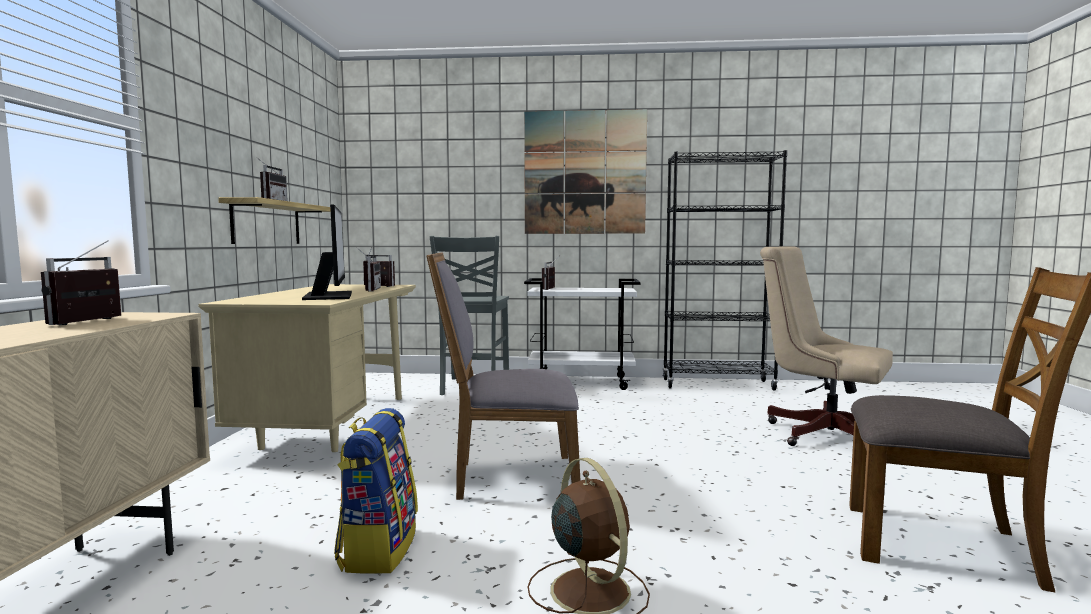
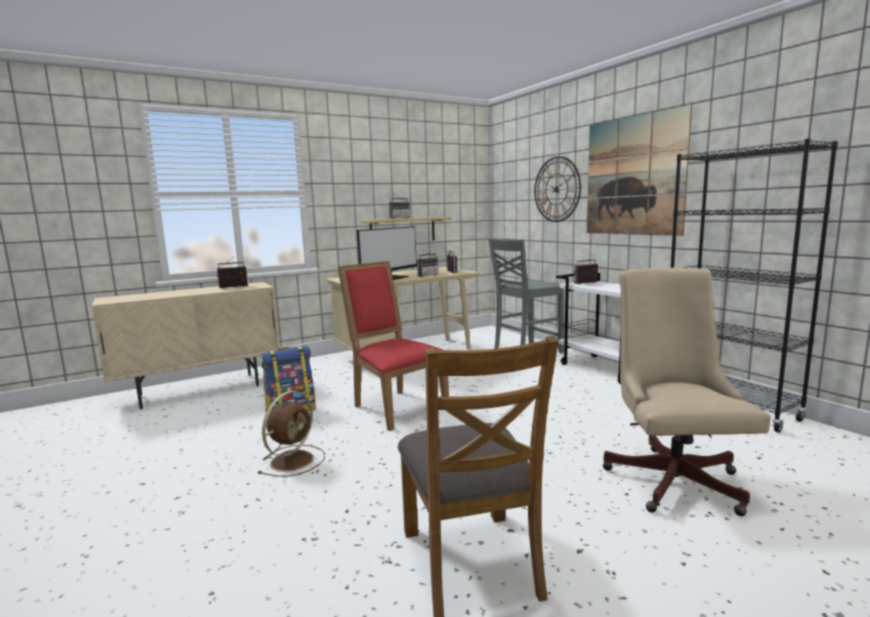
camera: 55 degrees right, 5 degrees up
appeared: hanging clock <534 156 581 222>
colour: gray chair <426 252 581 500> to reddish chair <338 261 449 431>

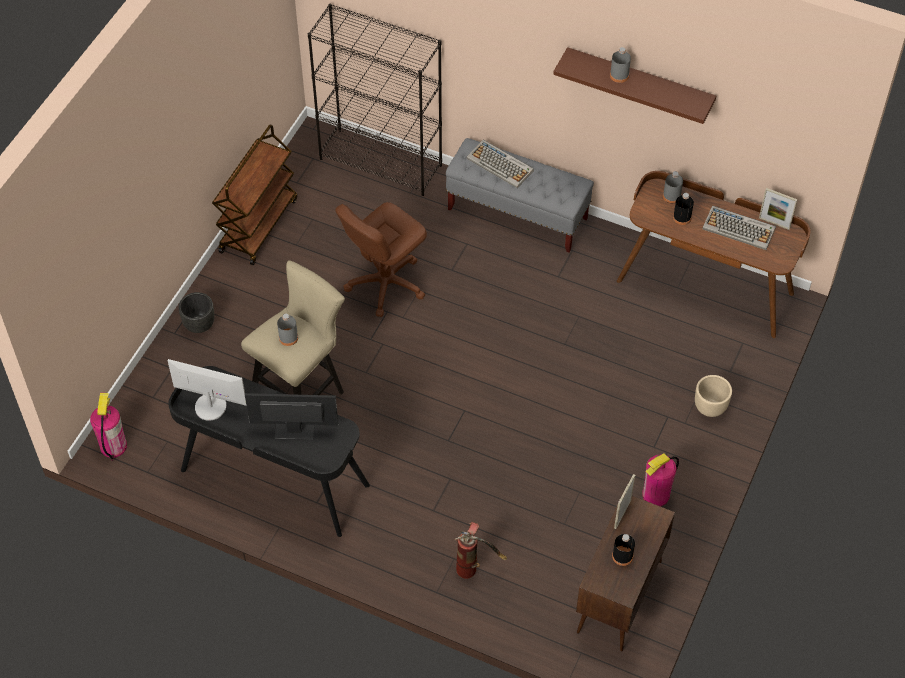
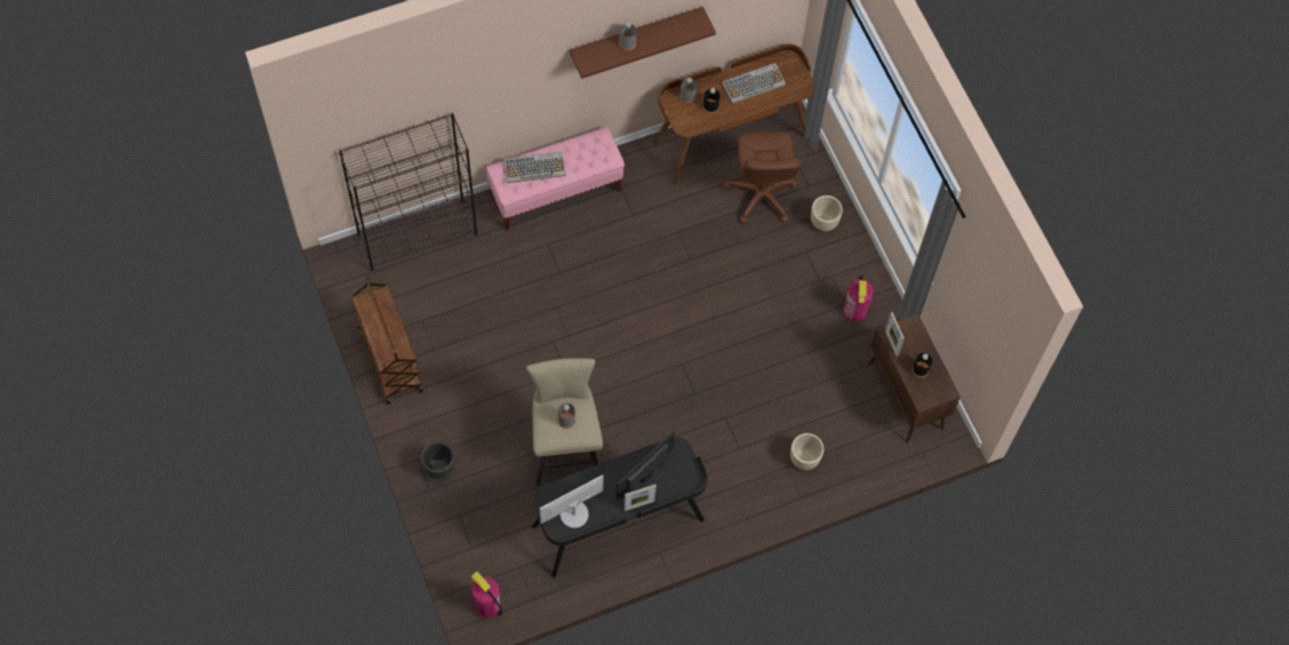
camera: 50 degrees left, 10 degrees up
relocated: brown-coloured office chair <335 202 427 317> to <724 132 801 224>; photo frame <759 188 798 230> to <624 484 656 511>
exchanged: fire extinguisher <455 522 507 579> to beige plant pot <790 433 824 470>
colour: gray long seat <446 138 594 253> to pink long seat <486 127 625 230>

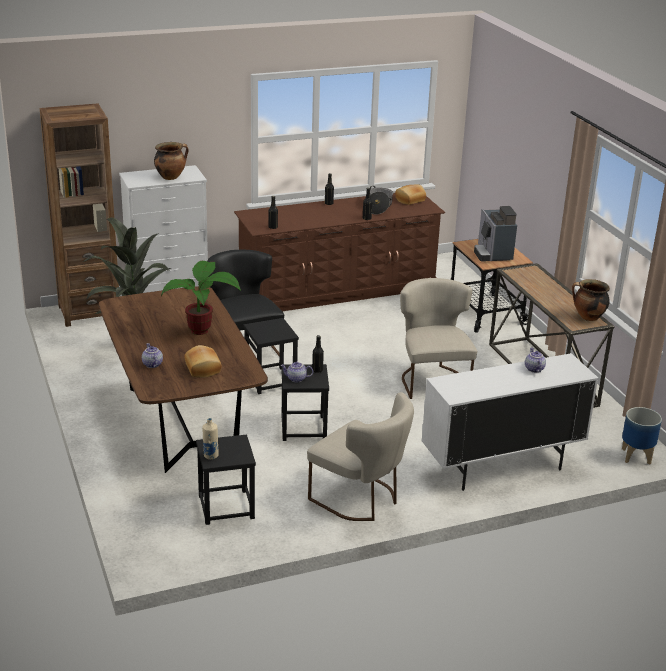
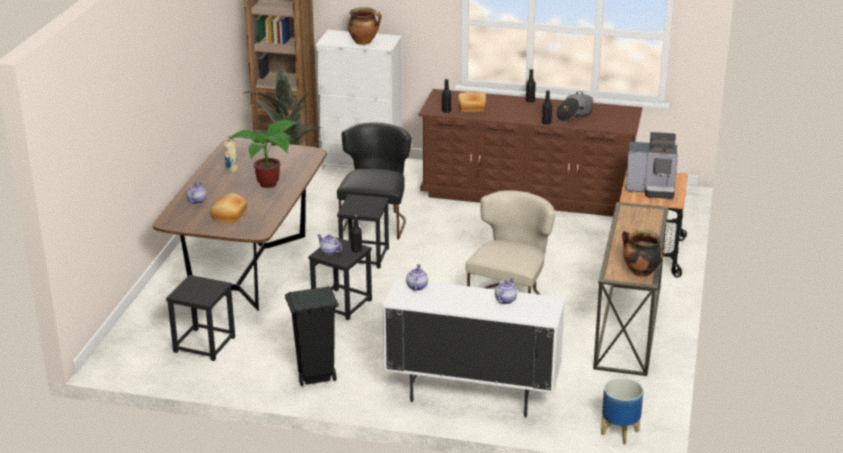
camera: 35 degrees right, 0 degrees up
appeared: teapot <406 264 428 291>
relocated: beige drink bottle <202 418 219 459> to <223 136 239 173>; baked bread <395 185 426 205> to <457 91 487 112>
exchanged: beige chair <307 392 414 521> to black trash can <285 286 339 386>
spun: coffee machine <474 206 517 262> = <625 132 678 199> 105 degrees counterclockwise

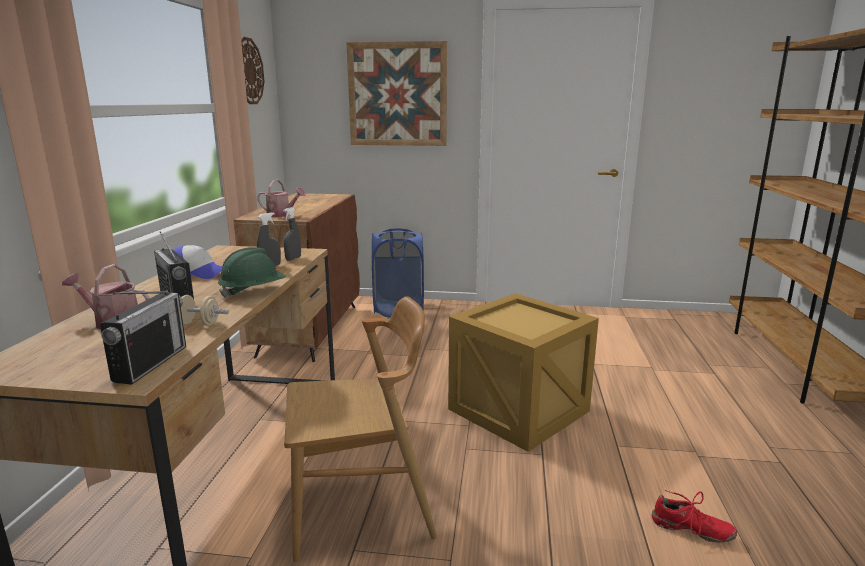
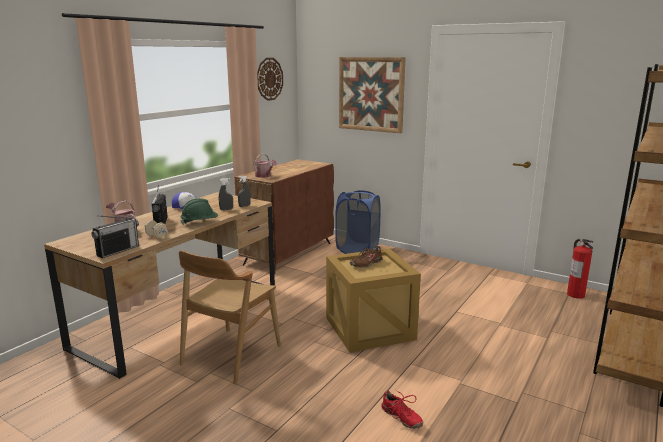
camera: 25 degrees right, 0 degrees up
appeared: brown-coloured item of footwear <350 246 383 268>; fire extinguisher <567 239 593 299>
spun: brown-coloured chair <284 296 437 563> = <179 250 281 385> 105 degrees clockwise

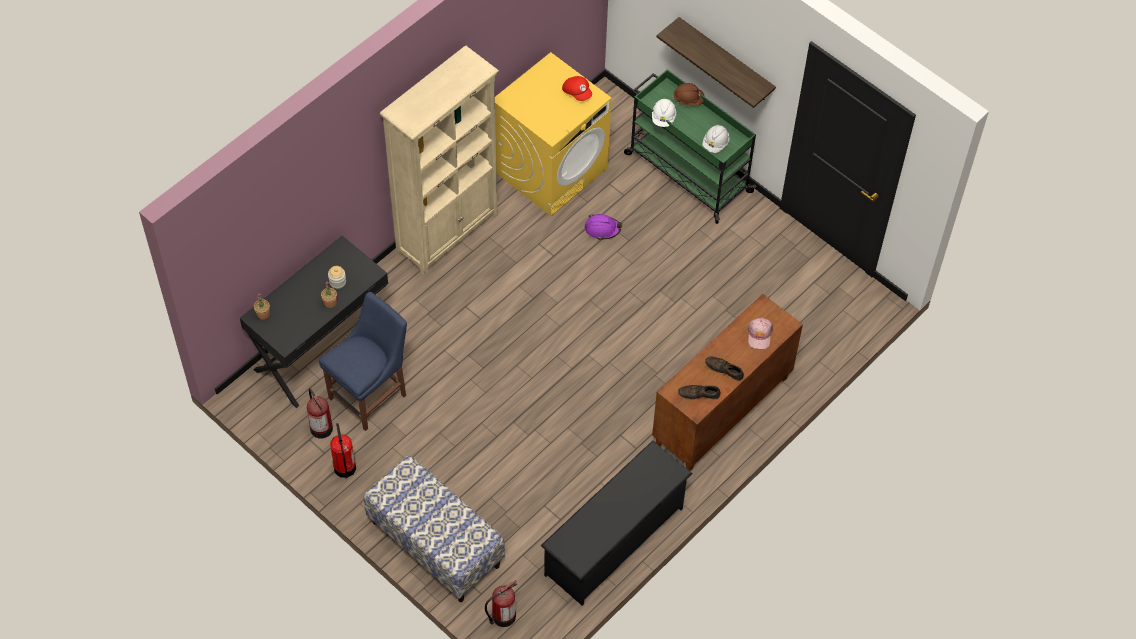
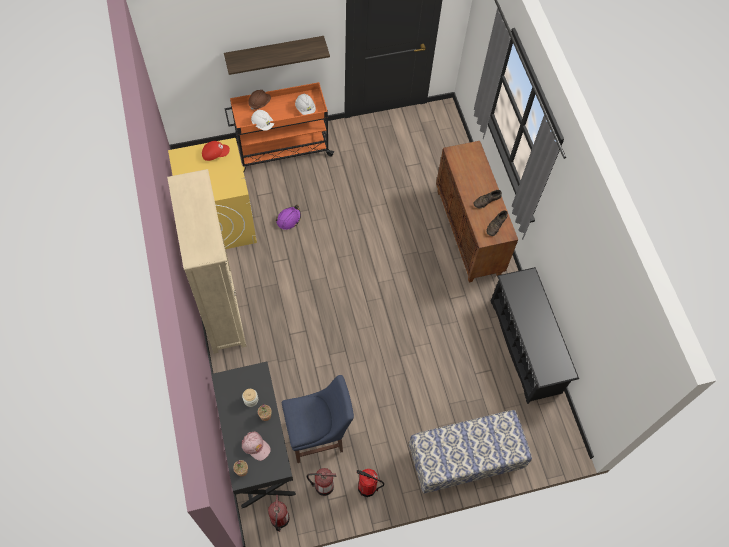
camera: 60 degrees left, 5 degrees up
relocated: fire extinguisher <485 580 517 627> to <268 495 289 532>; pink cap <747 317 773 349> to <242 431 271 461>
colour: green-coloured cart <624 69 756 224> to orange-coloured cart <224 82 334 172>
spun: blue chair <319 292 407 431> = <282 375 354 463> 90 degrees clockwise

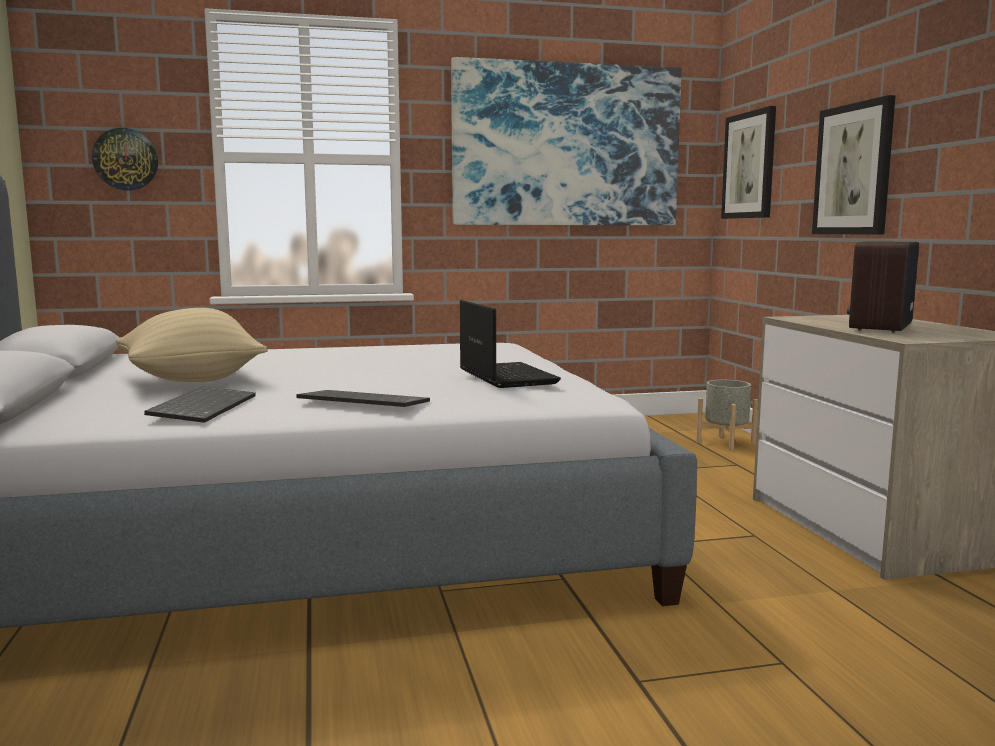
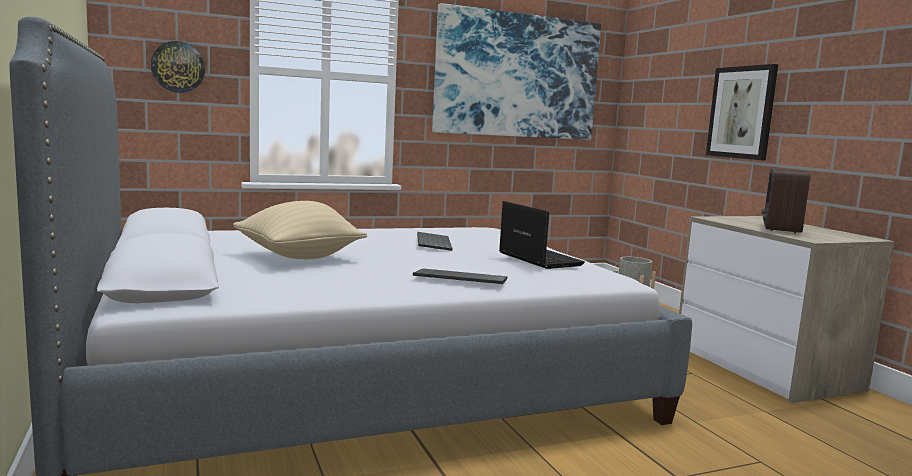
camera: 10 degrees left, 0 degrees up
missing: picture <721 106 776 219>
relocated: computer keyboard <144 386 256 423> to <417 232 453 251>

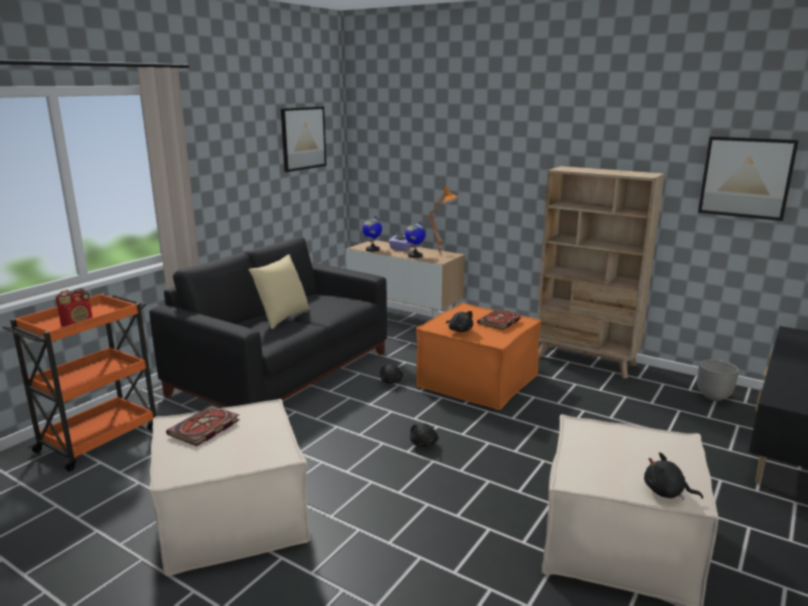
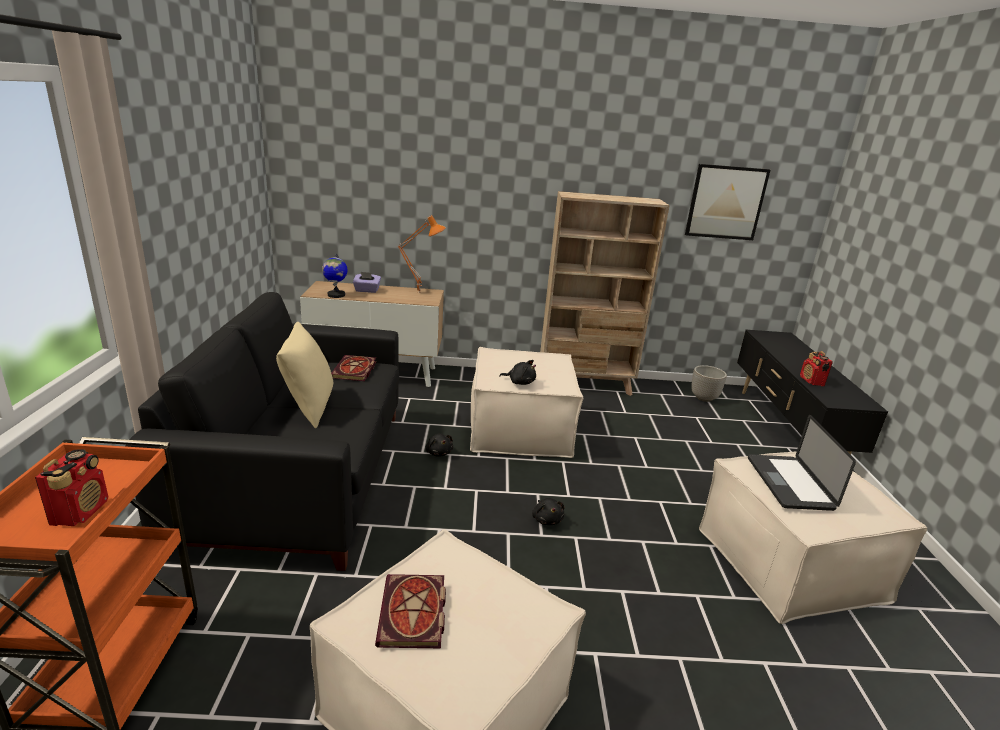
camera: 35 degrees left, 5 degrees up
missing: picture <281 106 326 172>; desk globe <405 221 426 258>; black cuddly toy <644 452 703 500>
appeared: laptop <748 415 856 511>; radio receiver <800 351 833 386>
relocated: volume <477 309 522 330> to <331 355 376 381>
colour: orange-coloured ottoman <416 303 541 410> to beige ottoman <470 347 583 458>

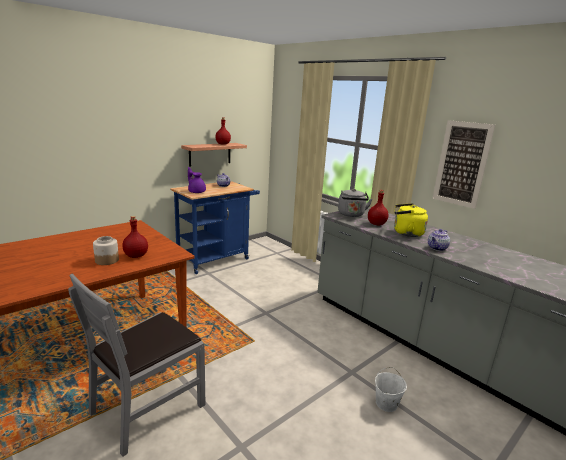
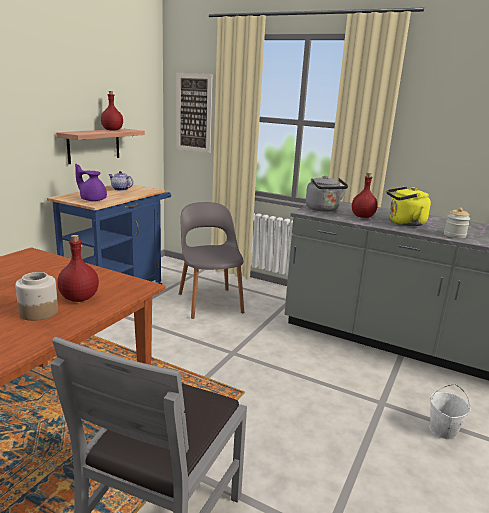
camera: 20 degrees left, 0 degrees up
appeared: gray chair <179 202 244 319>
relocated: picture <432 120 495 209> to <176 73 212 153>
exchanged: teapot <428 229 450 251> to storage jar <444 208 470 238>

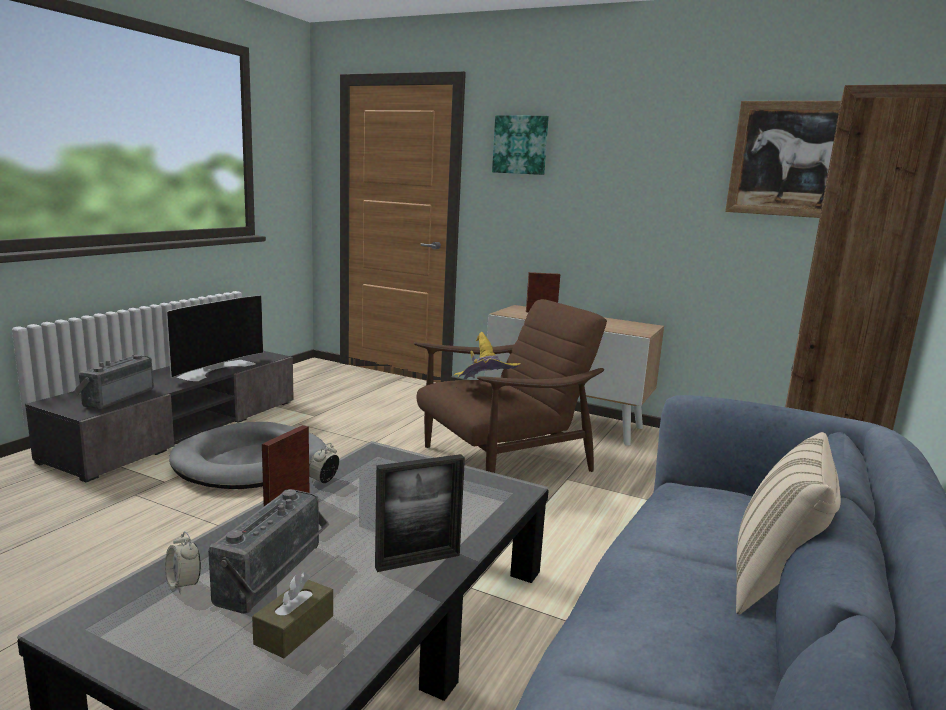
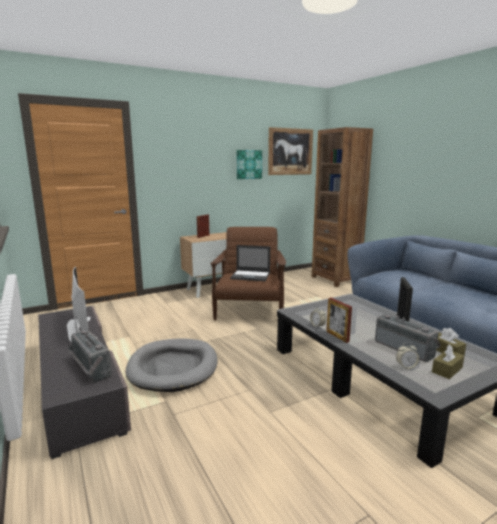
camera: 55 degrees left, 0 degrees up
missing: beige throw pillow <736 432 841 615>
appeared: brown-coloured tissue holder <432 344 464 379>
relocated: picture <492 115 549 175> to <237 150 262 179>
exchanged: yellow wearable hat <453 332 521 379> to laptop <230 245 270 281>

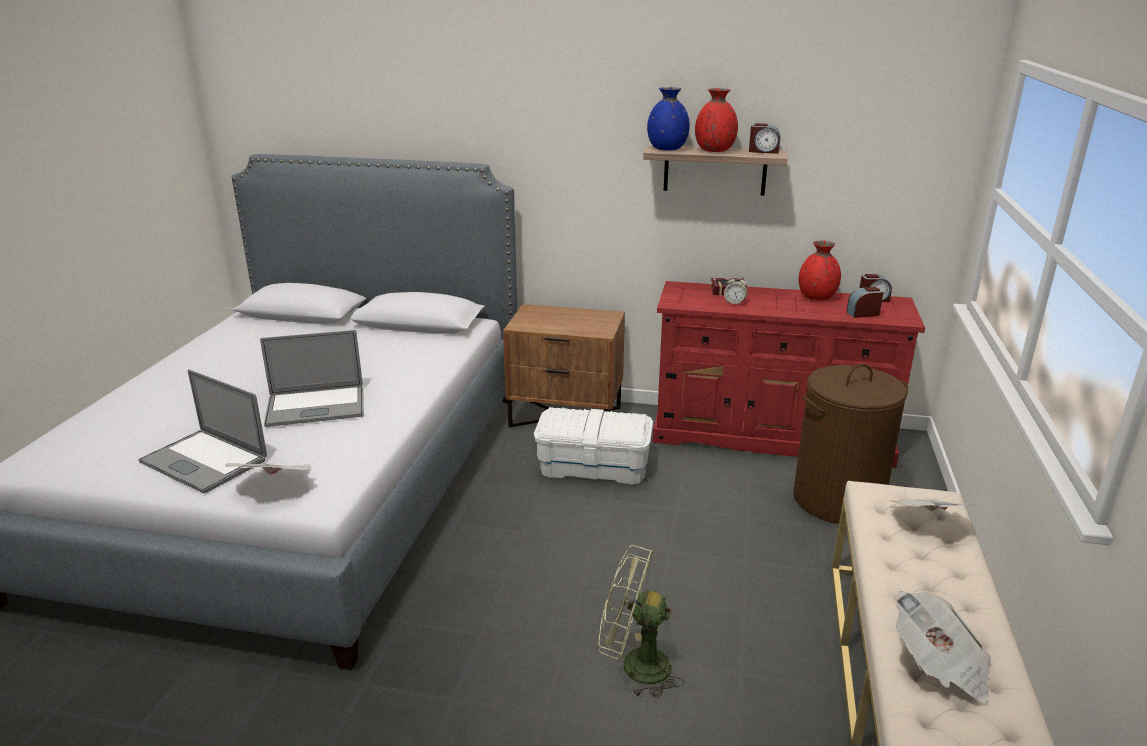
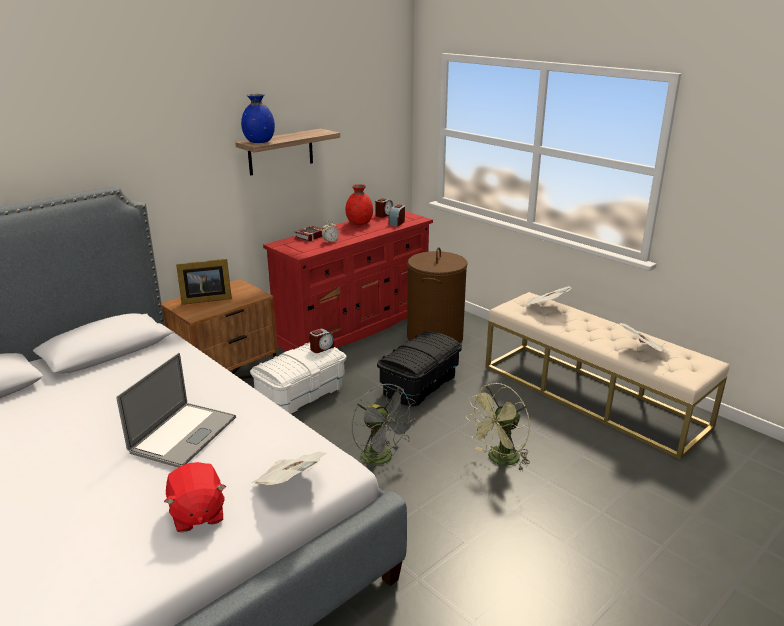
camera: 55 degrees left, 0 degrees up
missing: reddish vase <695 88 738 152>
appeared: photo frame <176 259 232 305>; gray electric fan <352 384 417 466>; black storage container <377 331 462 407>
relocated: bedside clock <749 123 780 154> to <310 329 334 353>
exchanged: laptop <138 369 267 493> to reddish cuddly toy <164 462 226 532>

